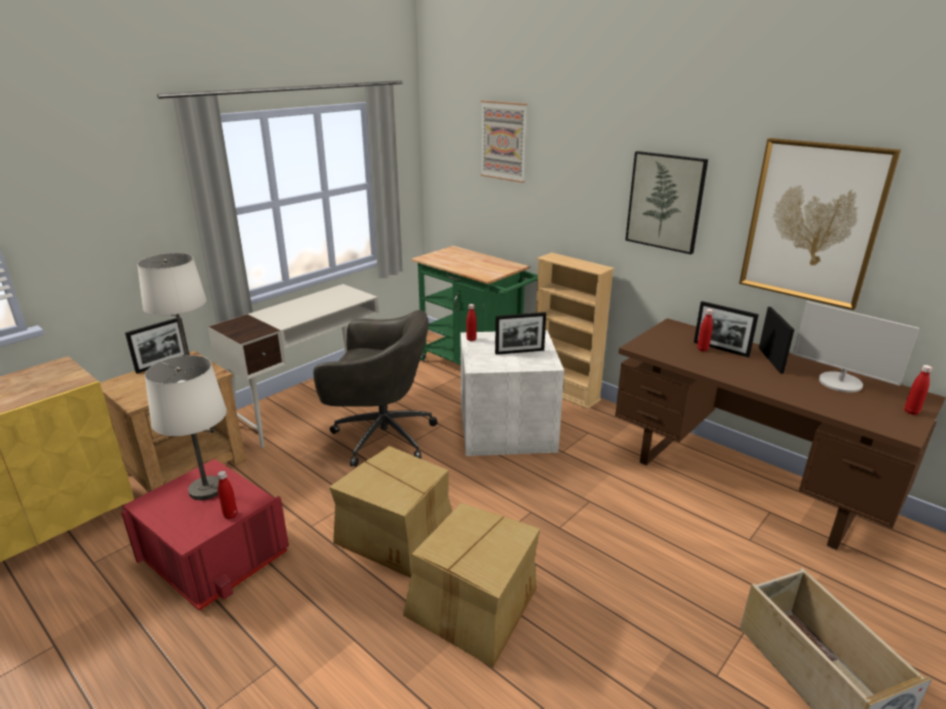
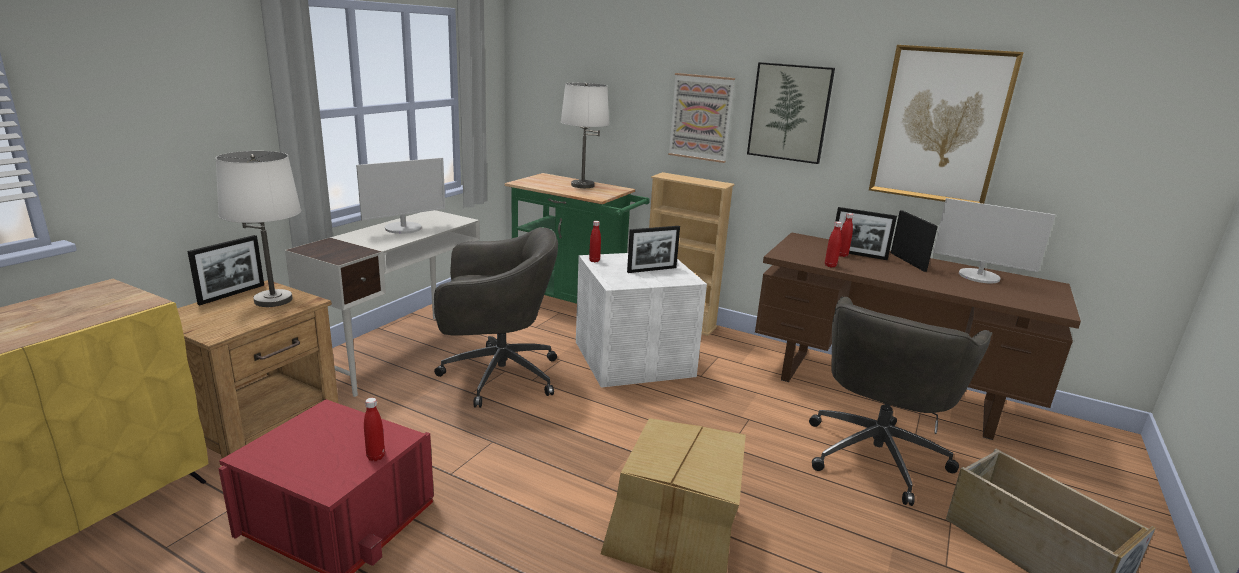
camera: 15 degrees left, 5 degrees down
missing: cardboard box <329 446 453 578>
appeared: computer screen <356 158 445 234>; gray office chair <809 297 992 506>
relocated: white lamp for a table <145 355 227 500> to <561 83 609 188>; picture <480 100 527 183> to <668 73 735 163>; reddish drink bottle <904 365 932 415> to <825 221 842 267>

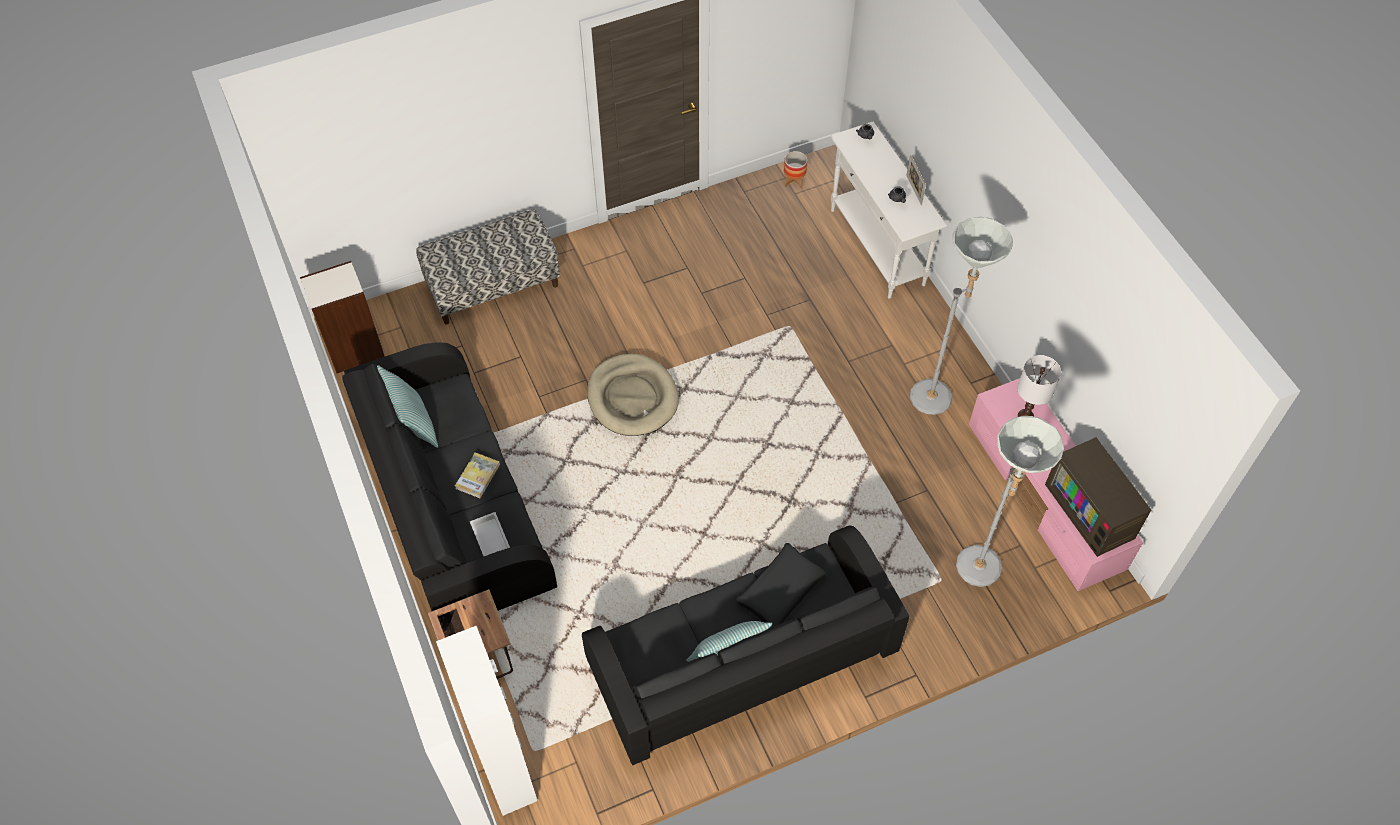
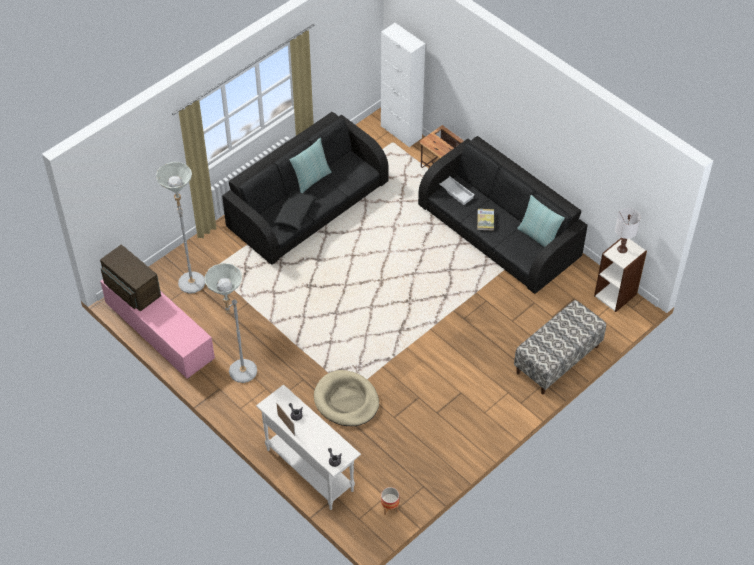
camera: 160 degrees right, 5 degrees down
relocated: beige dog cushion <587 354 679 436> to <314 370 379 426>; white lamp for a table <1017 355 1061 417> to <615 208 641 253>

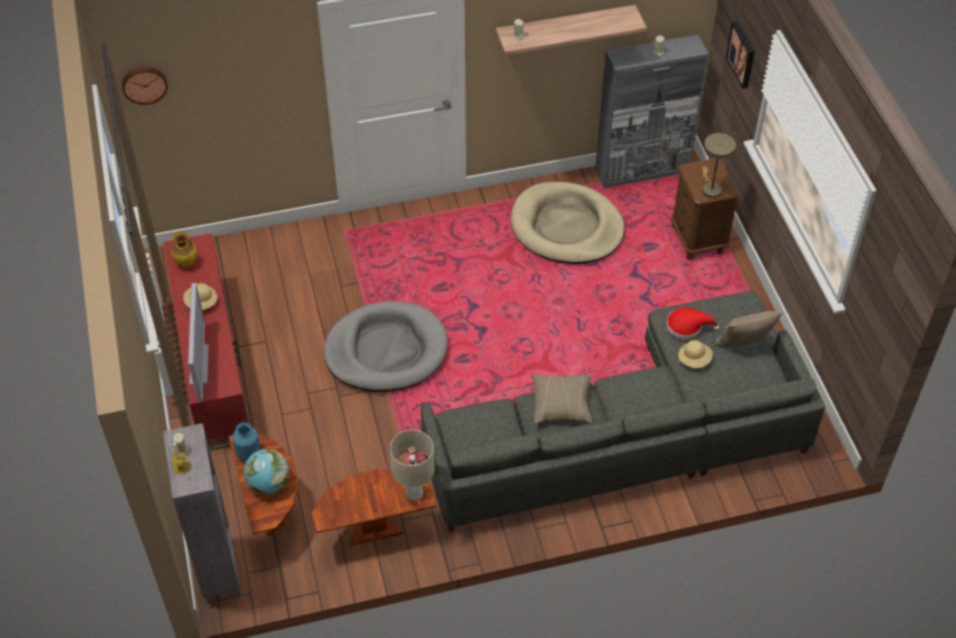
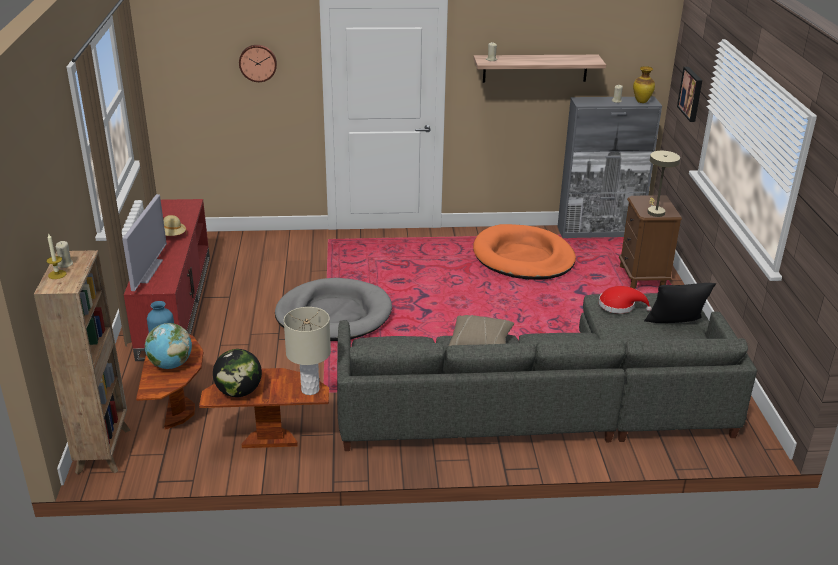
camera: 10 degrees right, 20 degrees down
missing: beige wearable hat <678 340 713 368>
appeared: desk globe <213 349 262 397>
relocated: hanging clock <122 67 168 105> to <239 45 277 82>; vase <171 231 197 268> to <633 66 655 103>
colour: gray shelving unit <163 423 244 605> to brown-coloured shelving unit <34 250 131 475>; beige dog cushion <511 182 625 264> to orange-coloured dog cushion <473 224 576 280>; beige throw pillow <714 311 783 347> to black throw pillow <644 283 716 323>

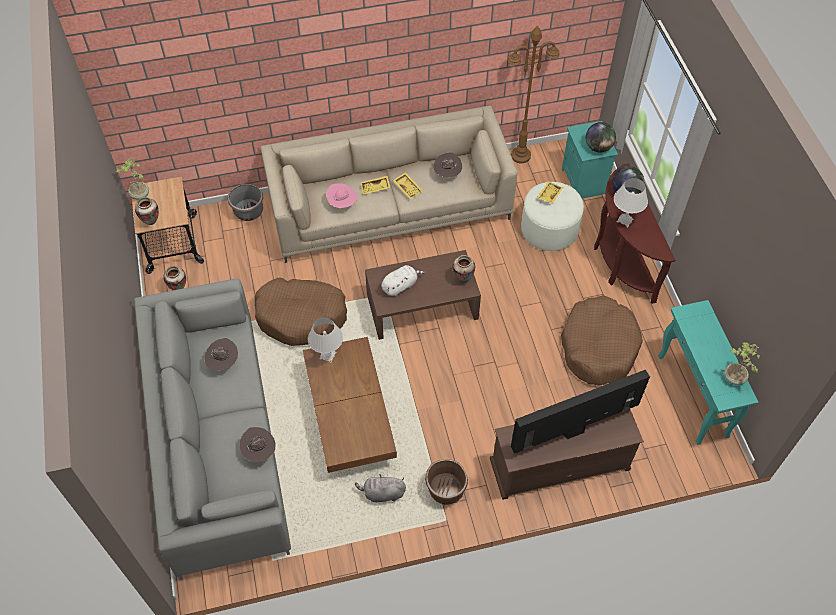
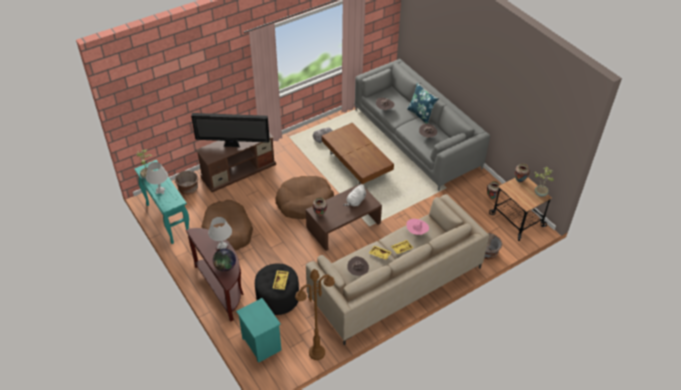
camera: 160 degrees right, 10 degrees down
missing: desk globe <586 122 616 152>
appeared: blue throw pillow <407 83 439 124>
relocated: brown-coloured dog cushion <255 277 347 346> to <275 176 334 219>; white lamp for a table <308 317 343 363> to <146 162 168 194>; brown-coloured plant pot <425 459 468 505> to <175 171 198 195>
colour: white ottoman <521 182 584 251> to black ottoman <255 263 299 315>
spun: TV set <511 370 650 454> = <191 113 270 147> 45 degrees clockwise

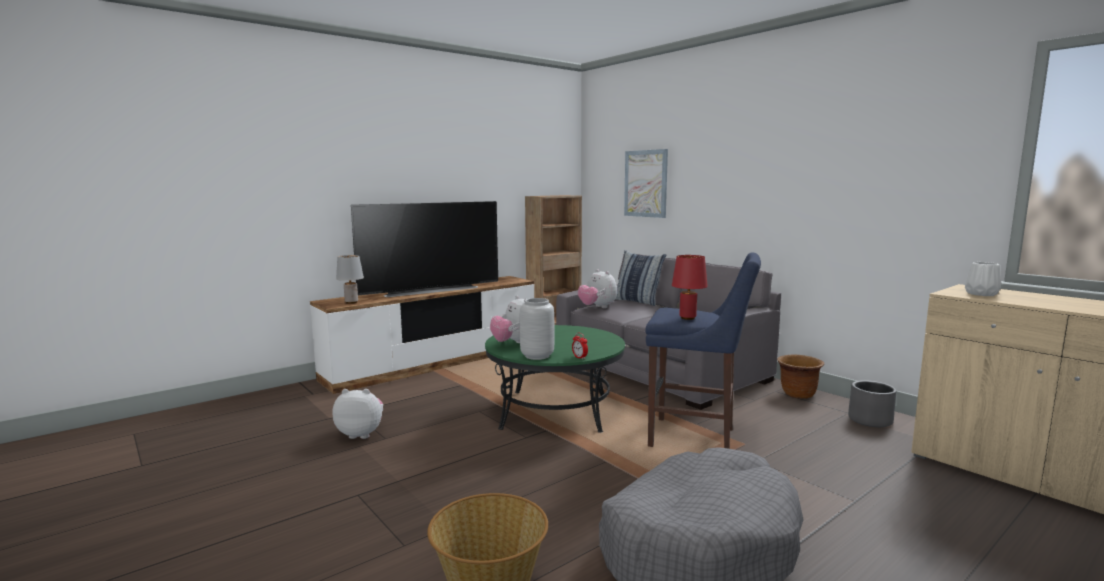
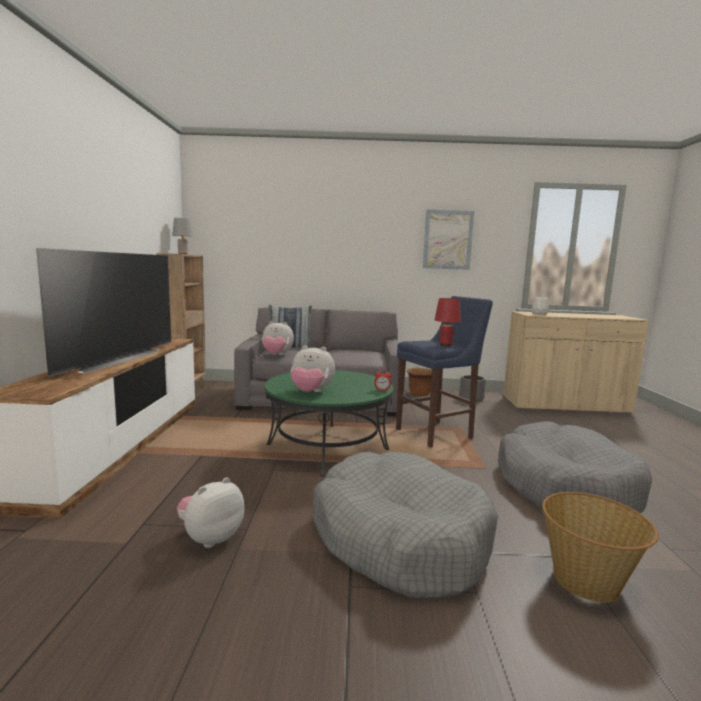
camera: 50 degrees left, 0 degrees up
missing: gray vase <520 298 554 360>
appeared: gray dog cushion <313 452 498 598>
relocated: gray lamp for a table <336 255 364 304> to <172 218 193 254>; picture <624 149 668 218> to <423 210 474 270>

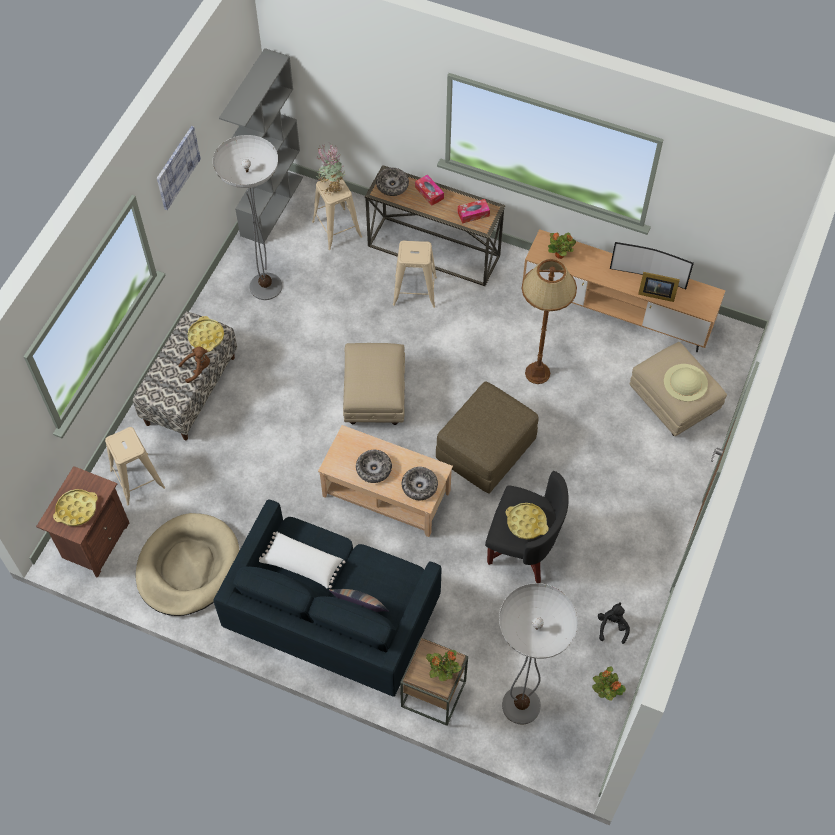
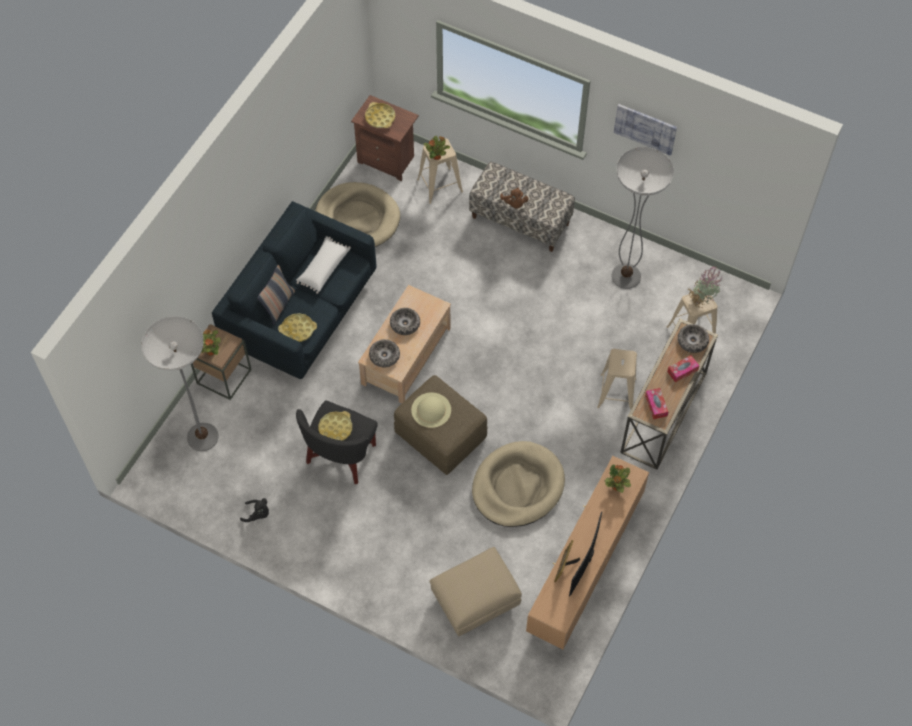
camera: 95 degrees right, 0 degrees up
missing: gray shelving unit <219 48 303 244>; beige ottoman <343 343 405 425>
relocated: yellow carrying tray <187 316 224 352> to <278 313 317 342>; potted plant <592 666 626 701> to <423 136 450 160>; beige wearable hat <664 364 708 402> to <411 392 451 428>
exchanged: brown-coloured floor lamp <522 259 577 384> to beige dog cushion <472 441 565 527>

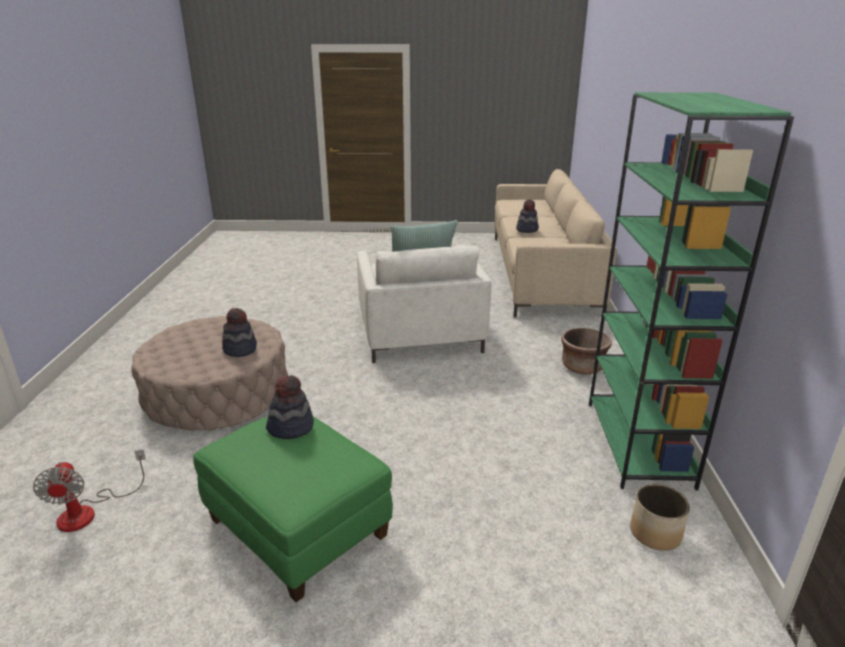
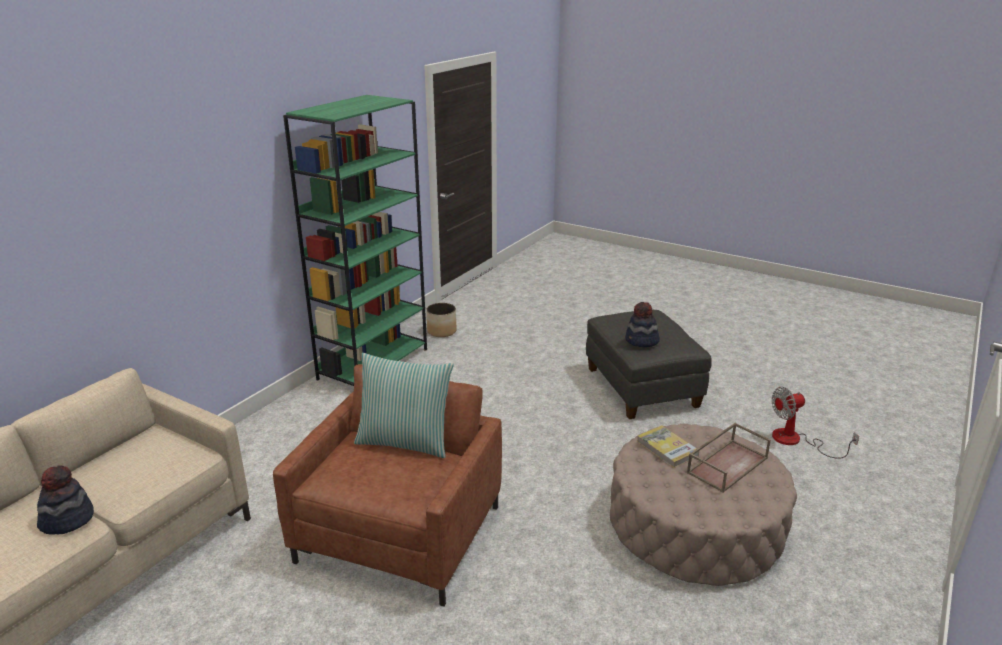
camera: 150 degrees left, 0 degrees up
missing: brown-coloured plant pot <561 328 612 375>
appeared: brown-coloured carrying tray <687 423 771 493>
exchanged: wearable hat <222 308 257 357> to volume <637 425 699 468>
colour: green-coloured ottoman <193 416 393 603> to gray ottoman <586 310 712 419>; white easy chair <357 245 491 363> to brown-coloured easy chair <273 364 502 607>
spun: electric fan <33 450 146 532> = <772 387 859 459> 120 degrees counterclockwise

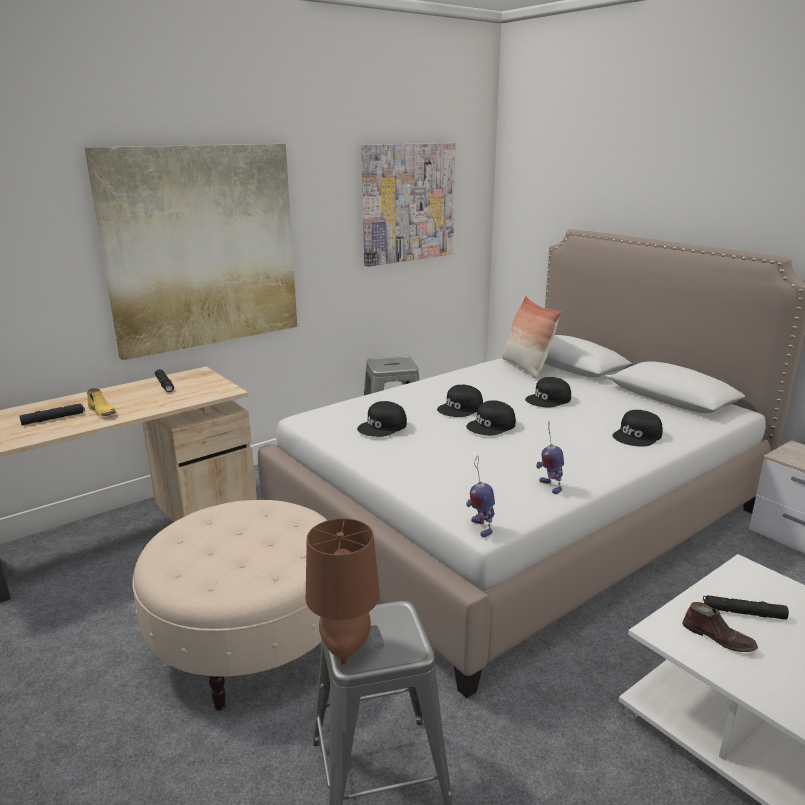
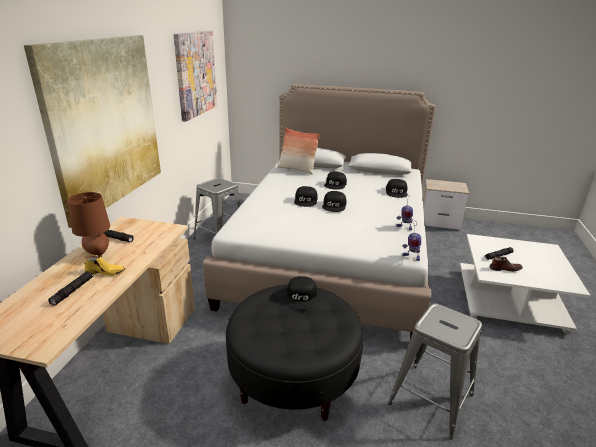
camera: 40 degrees left, 5 degrees up
relocated: brown-coloured lamp for a table <306 518 380 665> to <67 192 110 257>; black cap <357 401 407 437> to <285 276 317 310>
colour: beige ottoman <132 500 327 710> to black ottoman <226 285 363 421>

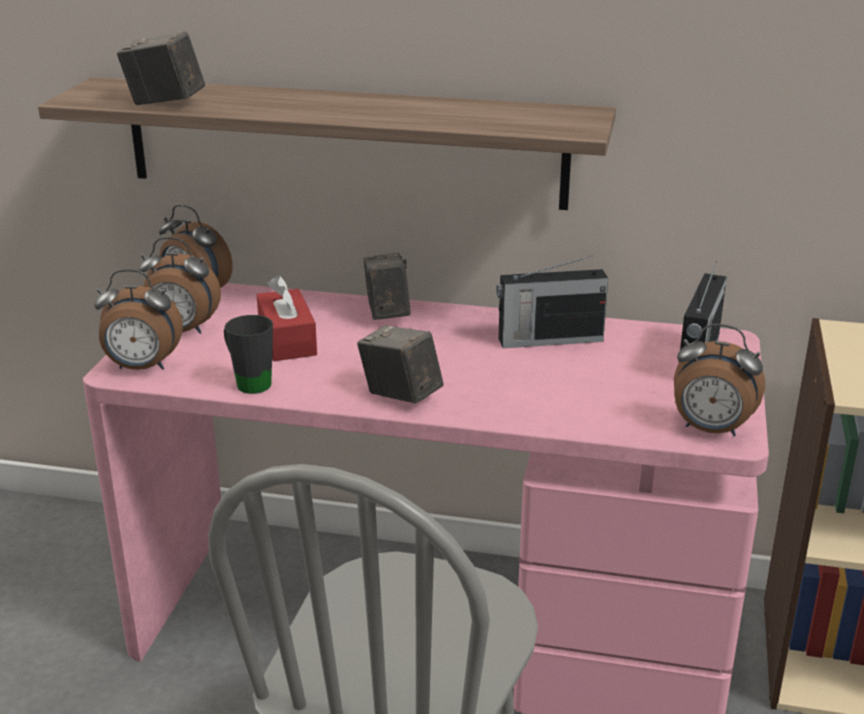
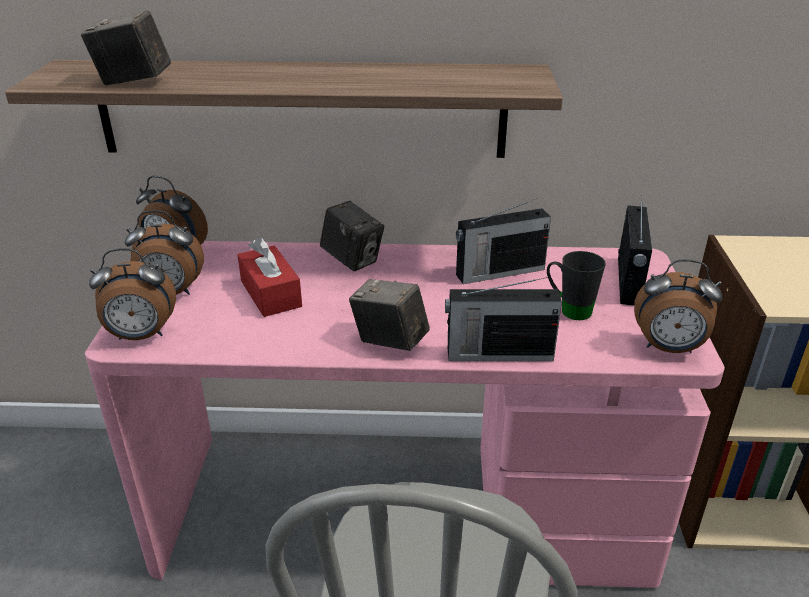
camera: 10 degrees left, 5 degrees up
appeared: radio receiver <445 277 562 361>
relocated: black coffee mug <224 315 273 394> to <547 251 606 320>
spun: still camera <364 253 411 320> = <320 201 384 271> 150 degrees clockwise

